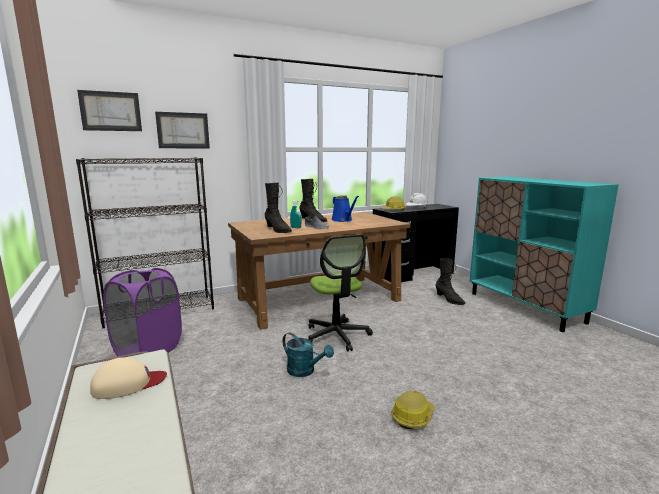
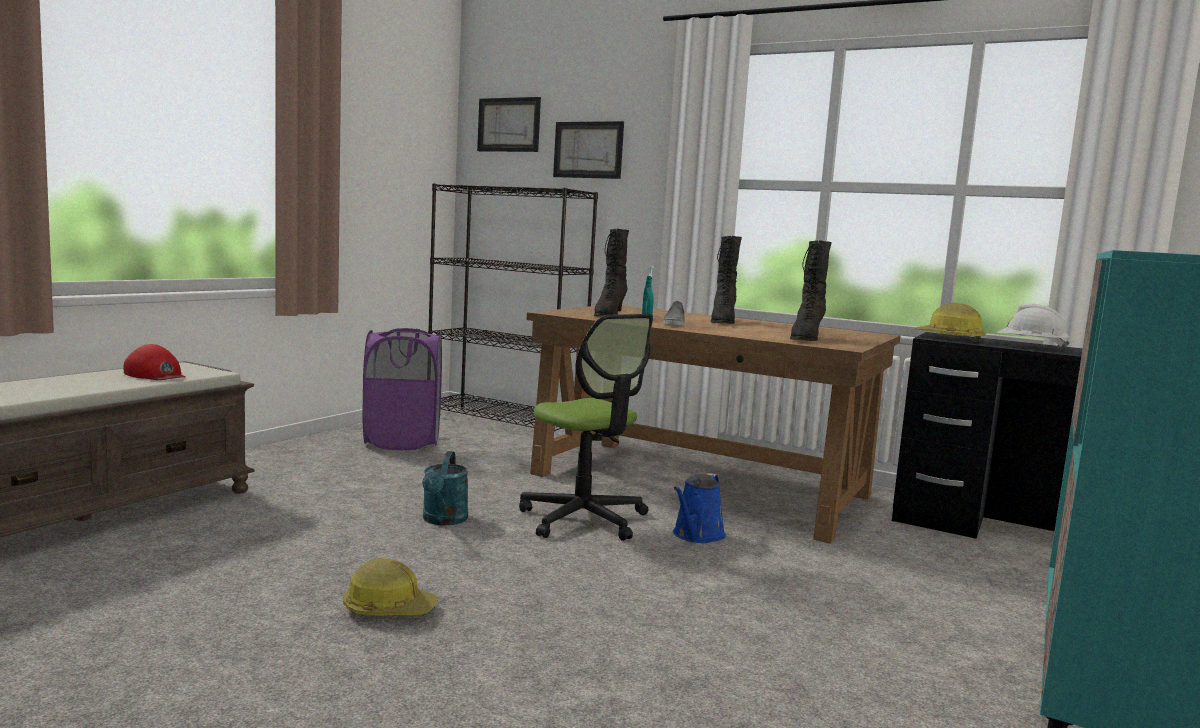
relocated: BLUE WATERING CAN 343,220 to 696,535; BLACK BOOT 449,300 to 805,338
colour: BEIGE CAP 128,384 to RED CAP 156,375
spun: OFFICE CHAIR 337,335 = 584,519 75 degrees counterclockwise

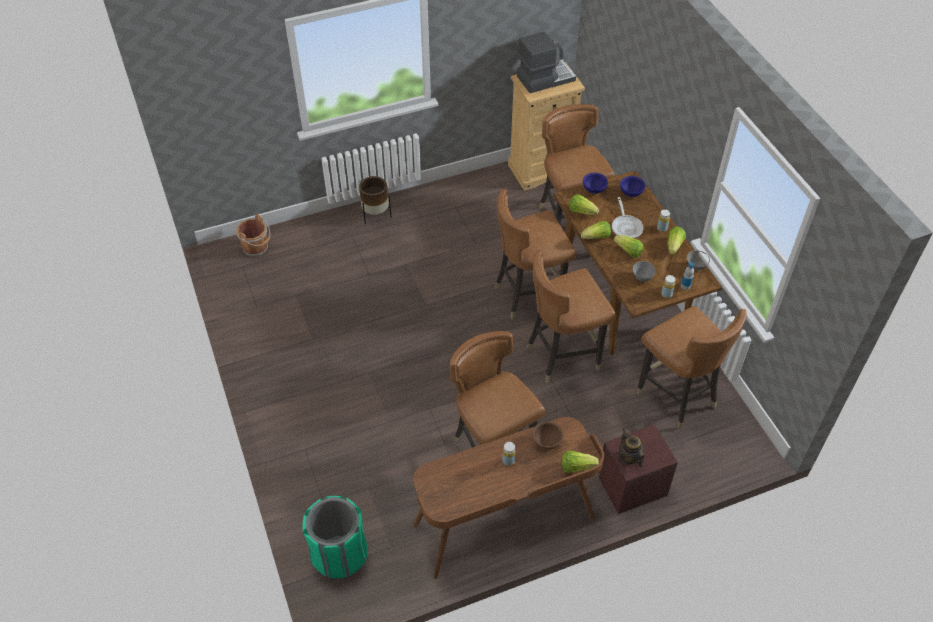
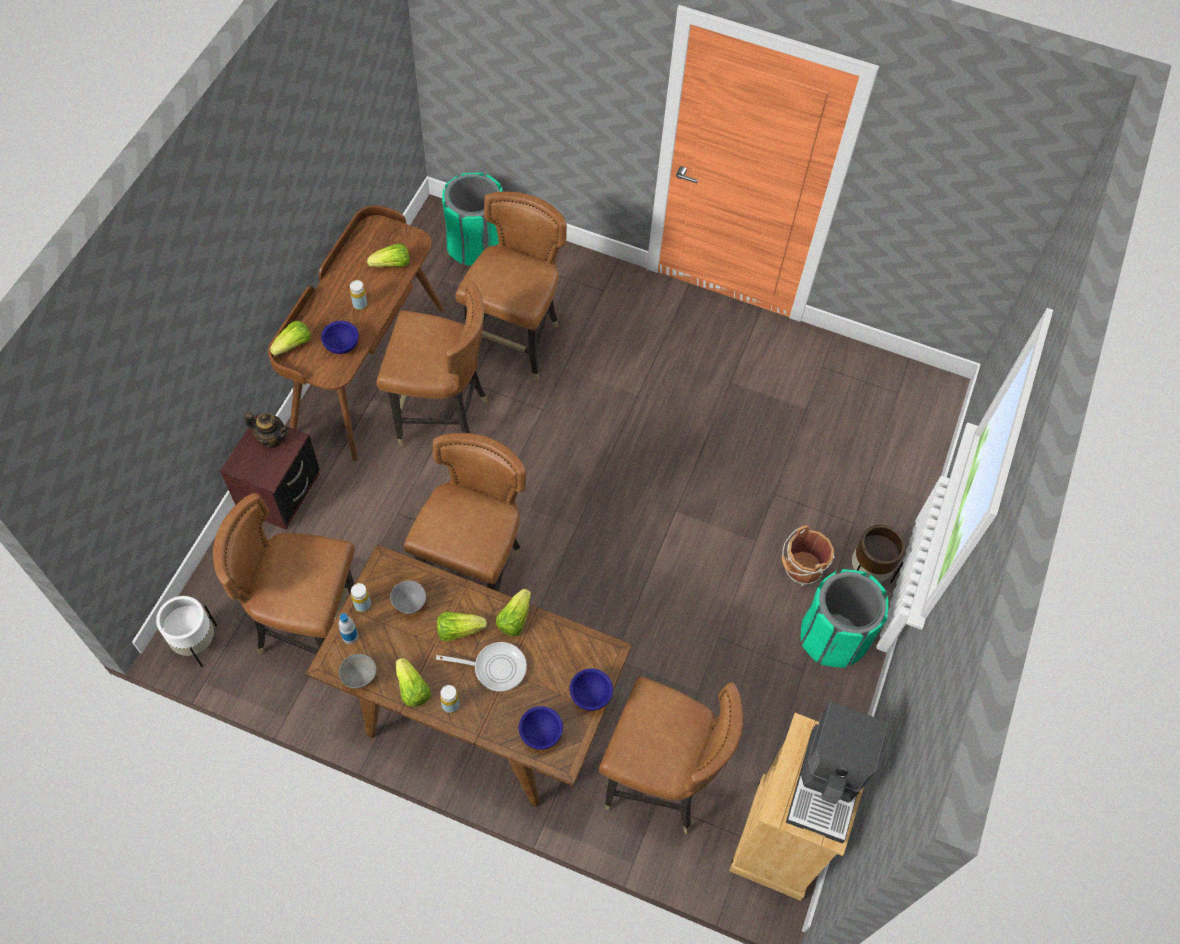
appeared: WHITE PLANTER 196,643; GREEN TRASH CAN 833,637
relocated: BROWN BUCKET 257,248 to 801,569; BROWN CHAIR 528,295 to 516,343; LETTUCE 581,211 to 392,265
colour: BROWN BOWL 546,441 to BLUE BOWL 342,346
spun: FRYING PAN 626,227 = 495,667 150 degrees clockwise

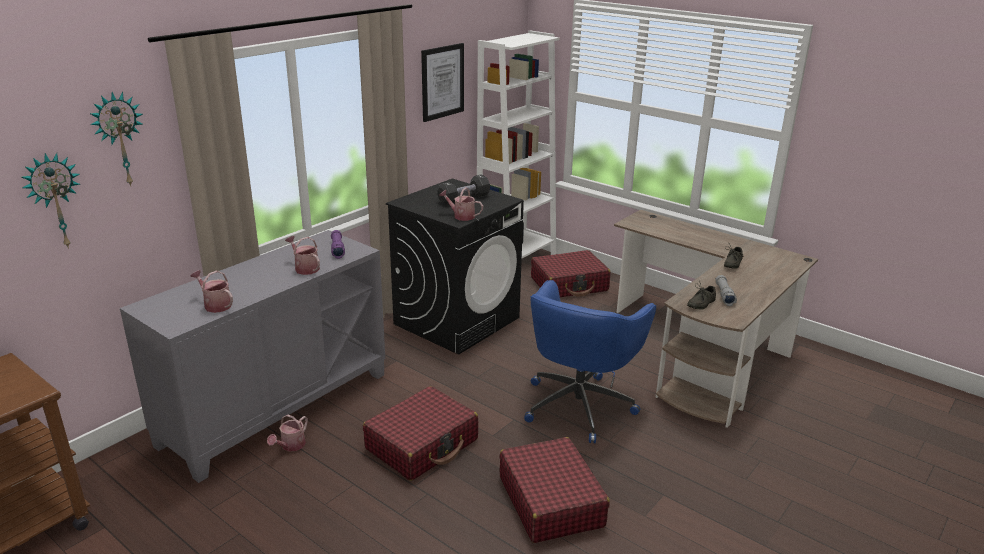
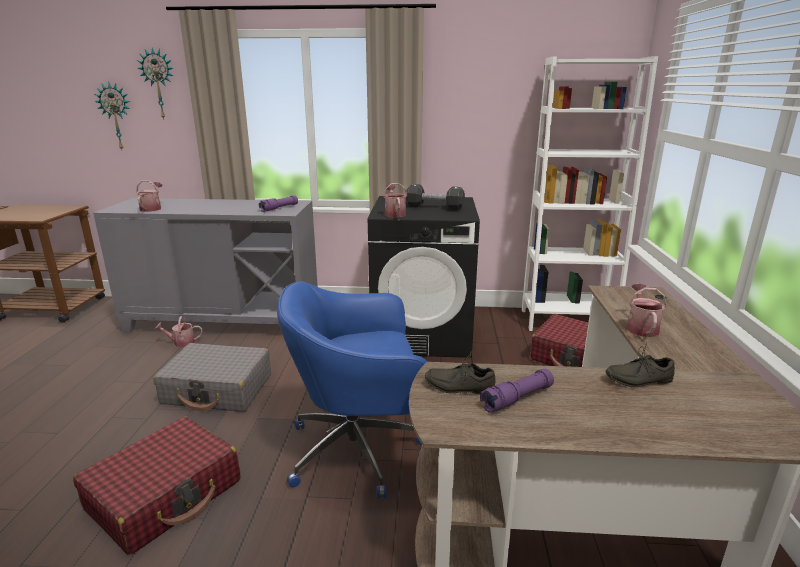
missing: PICTURE 442,82
relocated: WATERING CAN 305,268 to 641,327
colour: RED SUITCASE 422,444 to GREY SUITCASE 218,389; GREY FLASHLIGHT 724,295 to PURPLE FLASHLIGHT 517,398

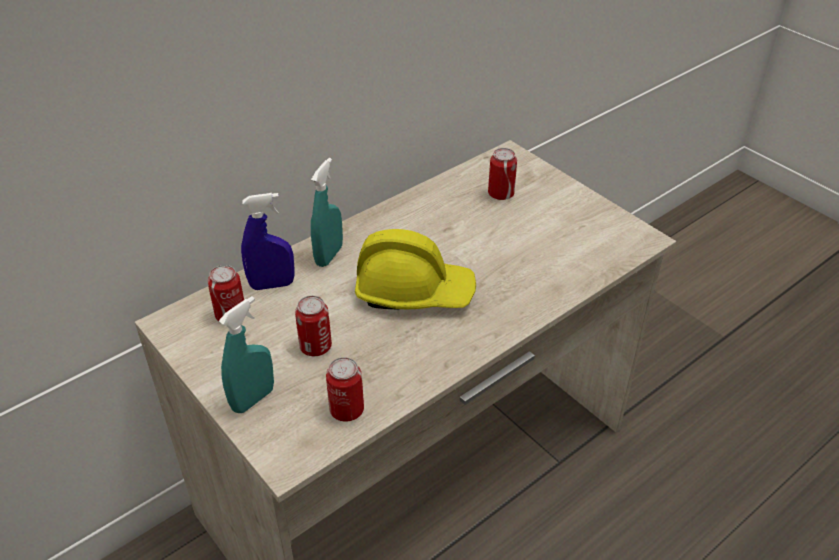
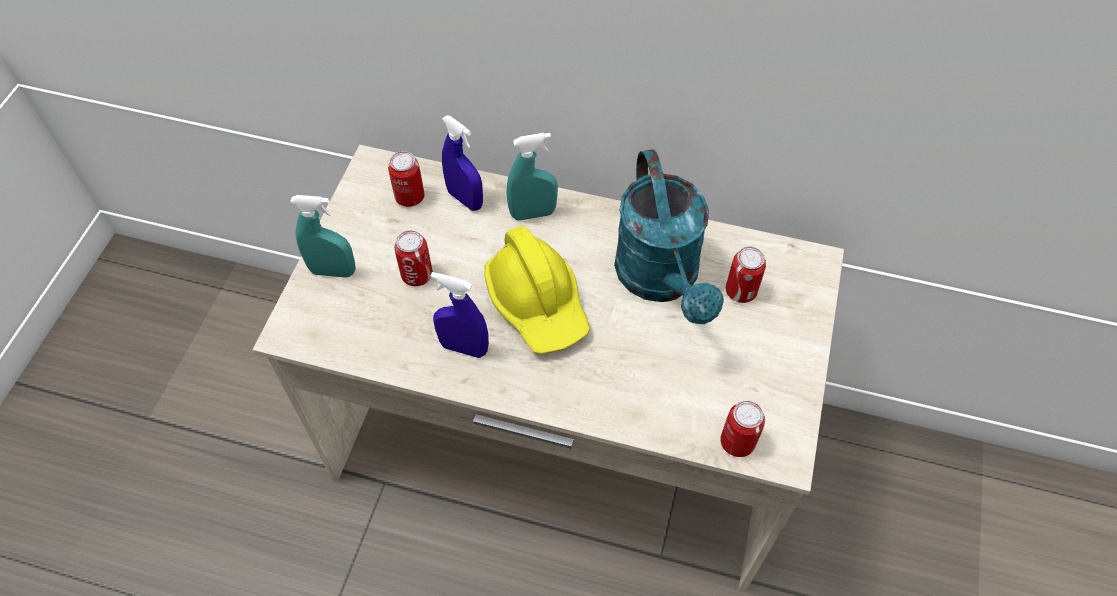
appeared: BLUE SPRAY BOTTLE 464,348; TURQUOISE WATERING CAN 662,280
relocated: CAN 346,410 to 737,442

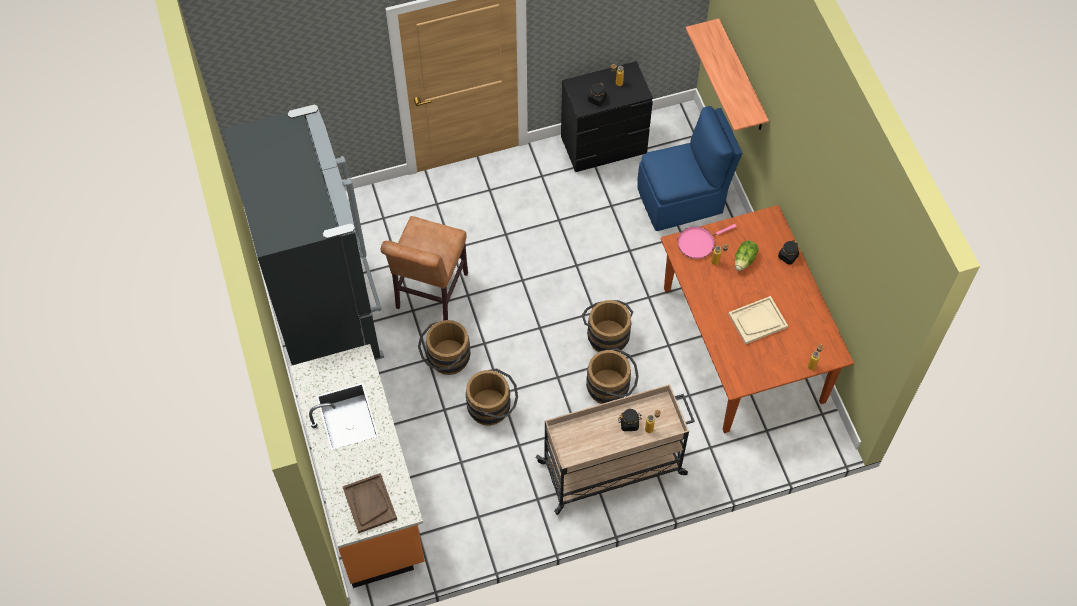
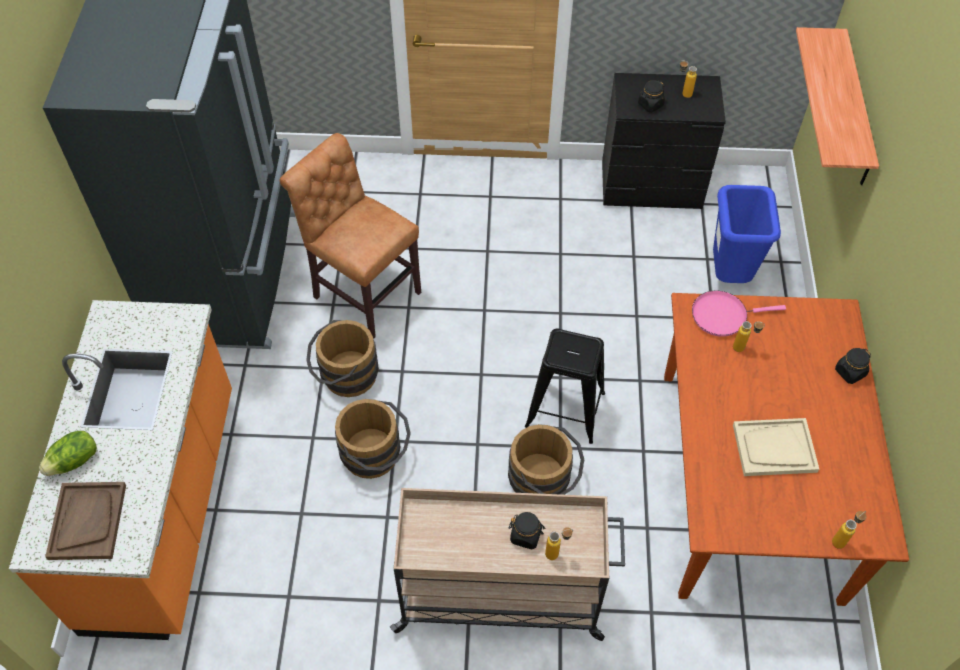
relocated: LETTUCE 745,260 to 74,461
exchanged: BROWN BUCKET 606,334 to BLACK STOOL 565,409; BLUE CHAIR 682,200 to BLUE TRASH CAN 728,276
spun: BROWN CHAIR 430,294 = 363,292 90 degrees clockwise

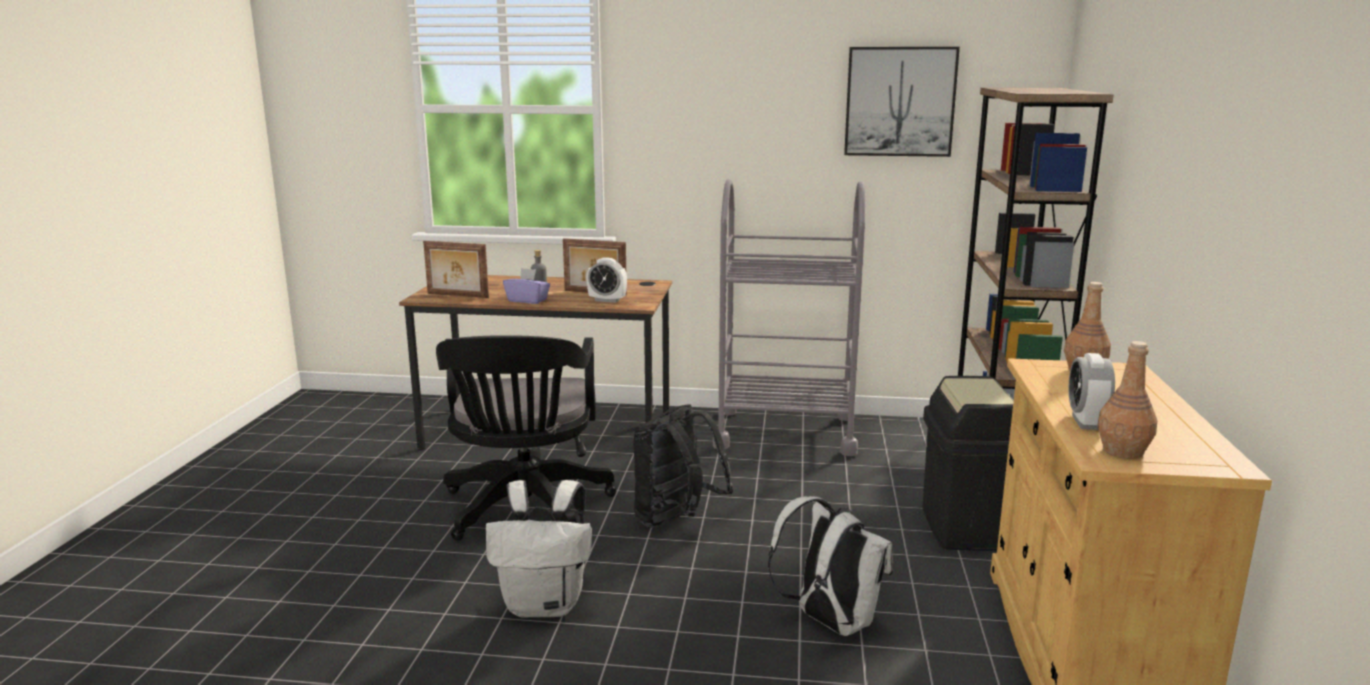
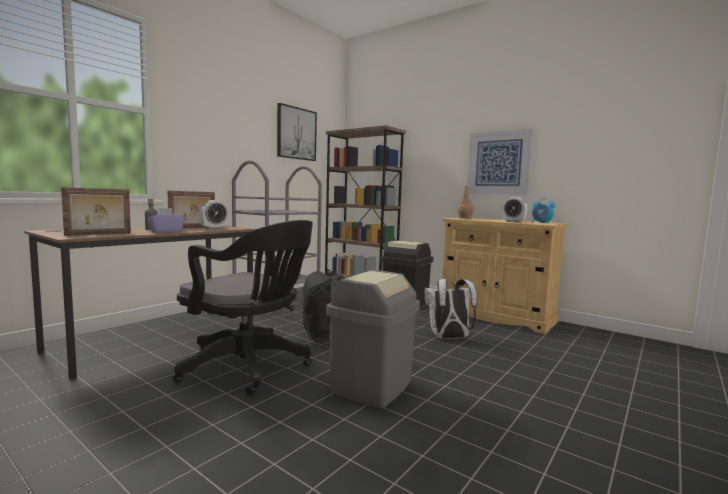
appeared: PICTURE 498,163
exchanged: WHITE BACKPACK 545,605 to GREY TRASH CAN 371,386; BROWN BOTTLE 1123,451 to ALARM CLOCK 541,223

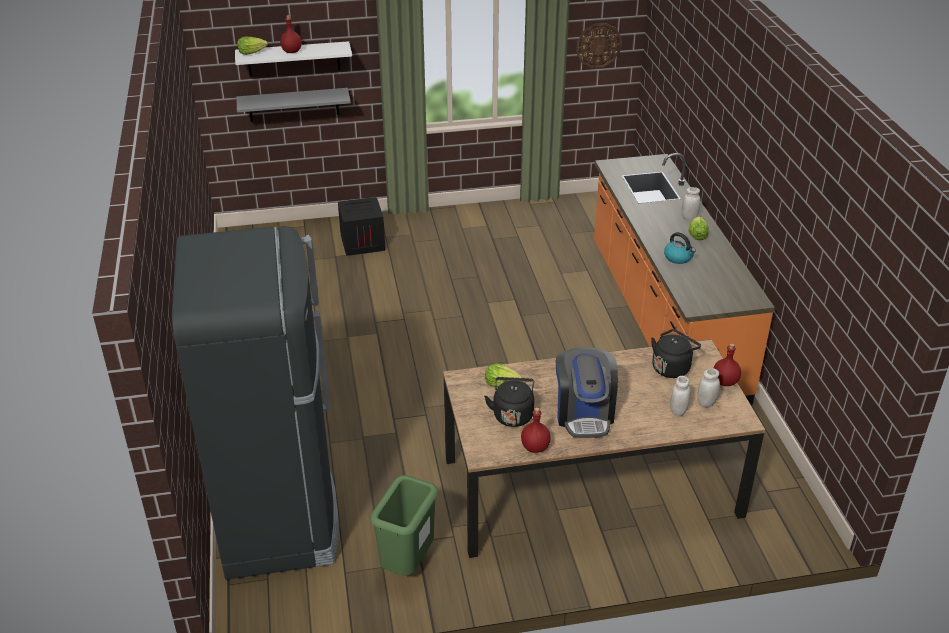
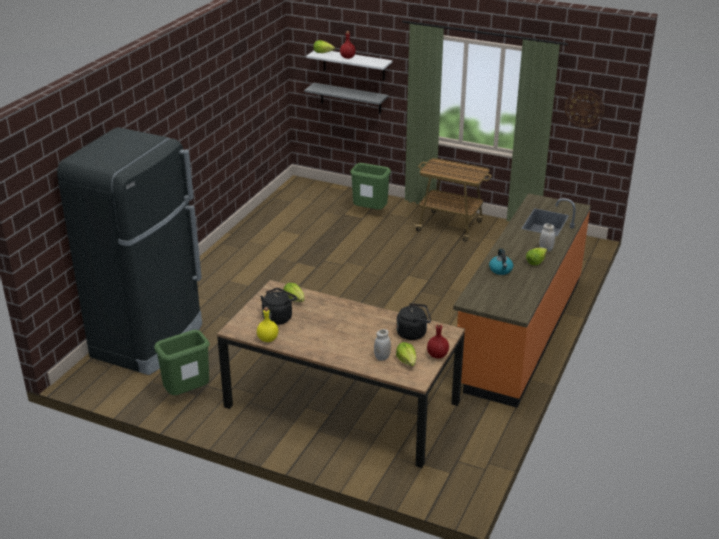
missing: COFFEE MACHINE 584,414
appeared: CART 450,226
exchanged: CRATE 363,242 to GREEN TRASH CAN 370,212; WHITE JAR 706,403 to LETTUCE 407,361
colour: RED BOTTLE 535,447 to YELLOW BOTTLE 268,339

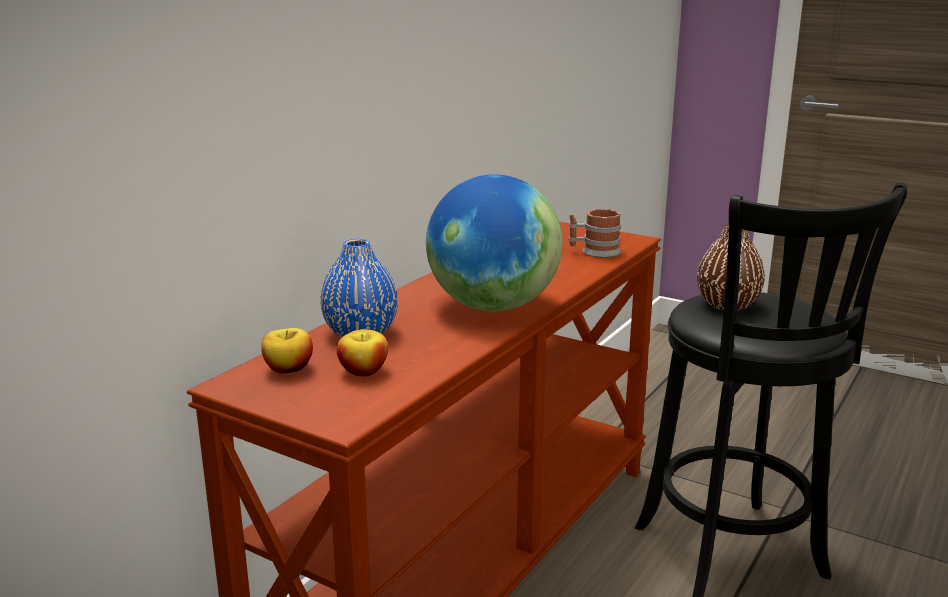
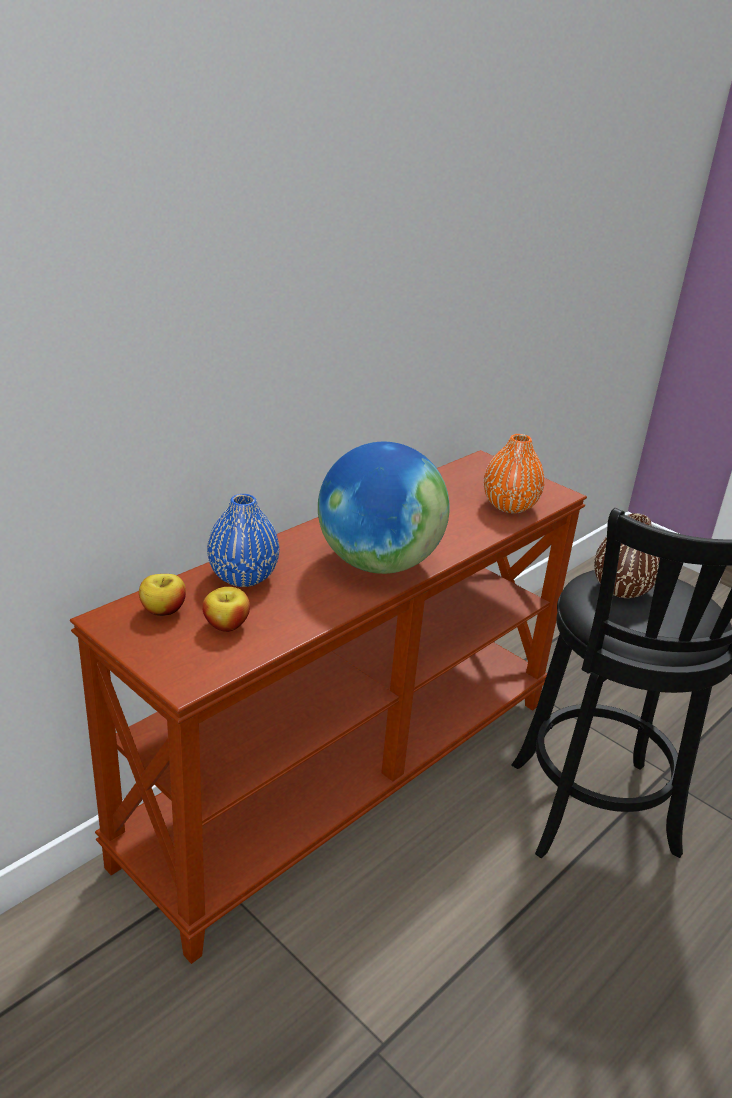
exchanged: MUG 594,252 to ORANGE VASE 509,506

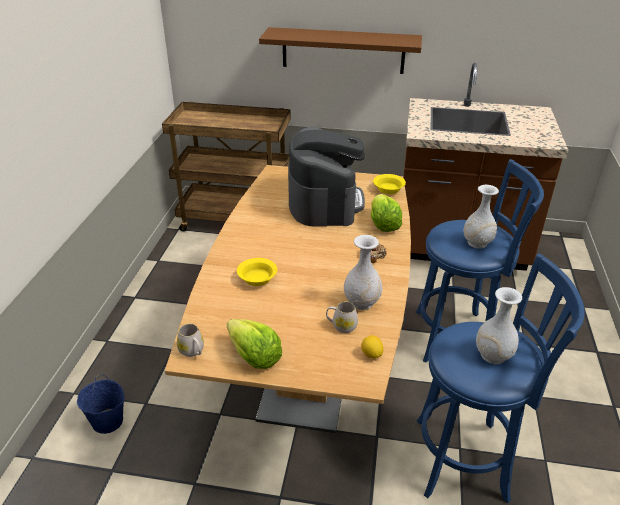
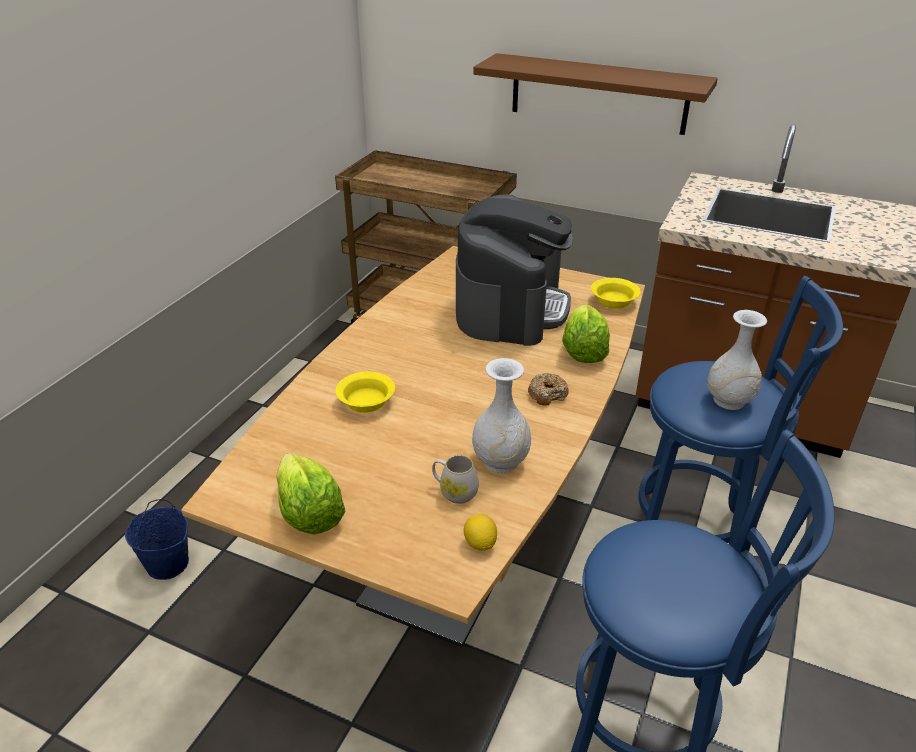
missing: WHITE MUG 193,351; WHITE VASE 493,355

